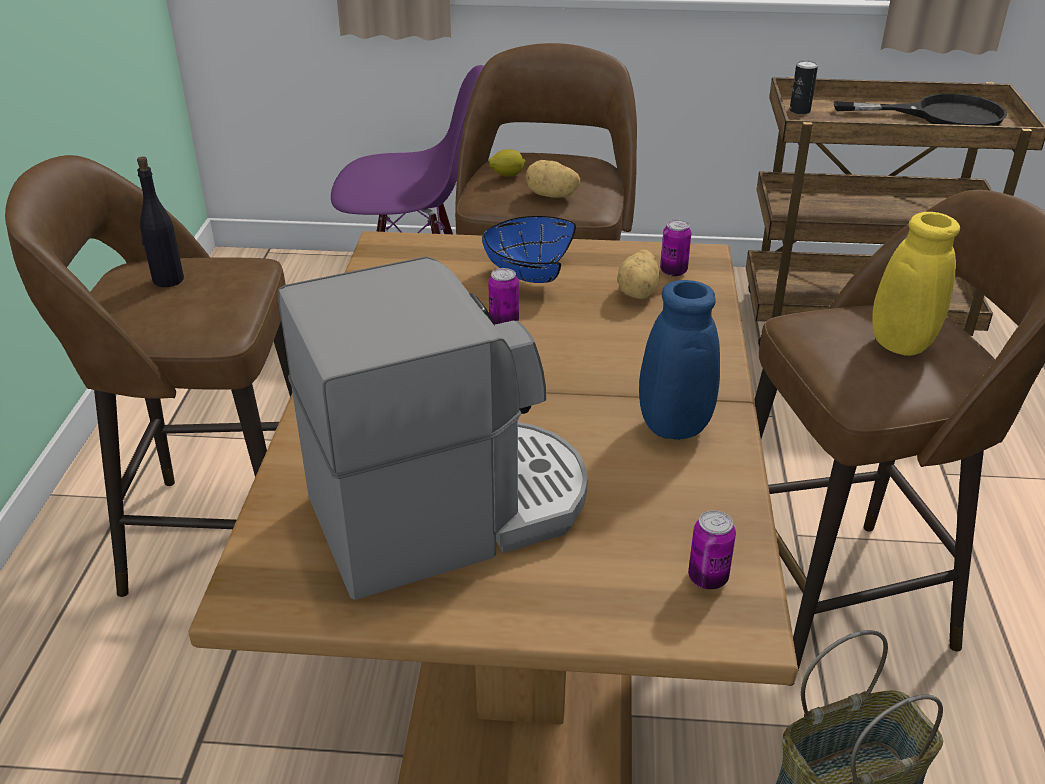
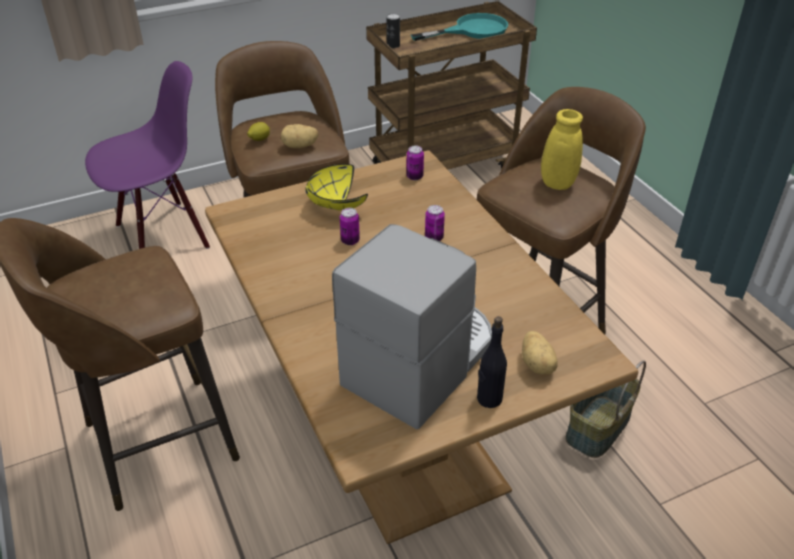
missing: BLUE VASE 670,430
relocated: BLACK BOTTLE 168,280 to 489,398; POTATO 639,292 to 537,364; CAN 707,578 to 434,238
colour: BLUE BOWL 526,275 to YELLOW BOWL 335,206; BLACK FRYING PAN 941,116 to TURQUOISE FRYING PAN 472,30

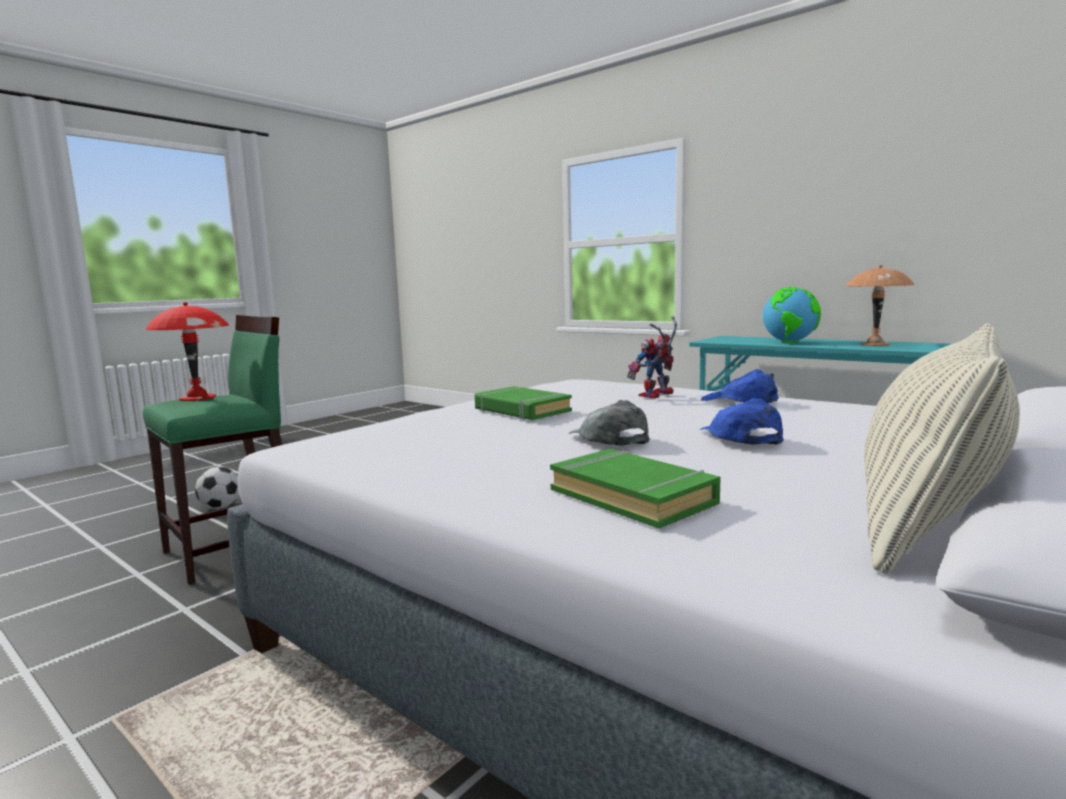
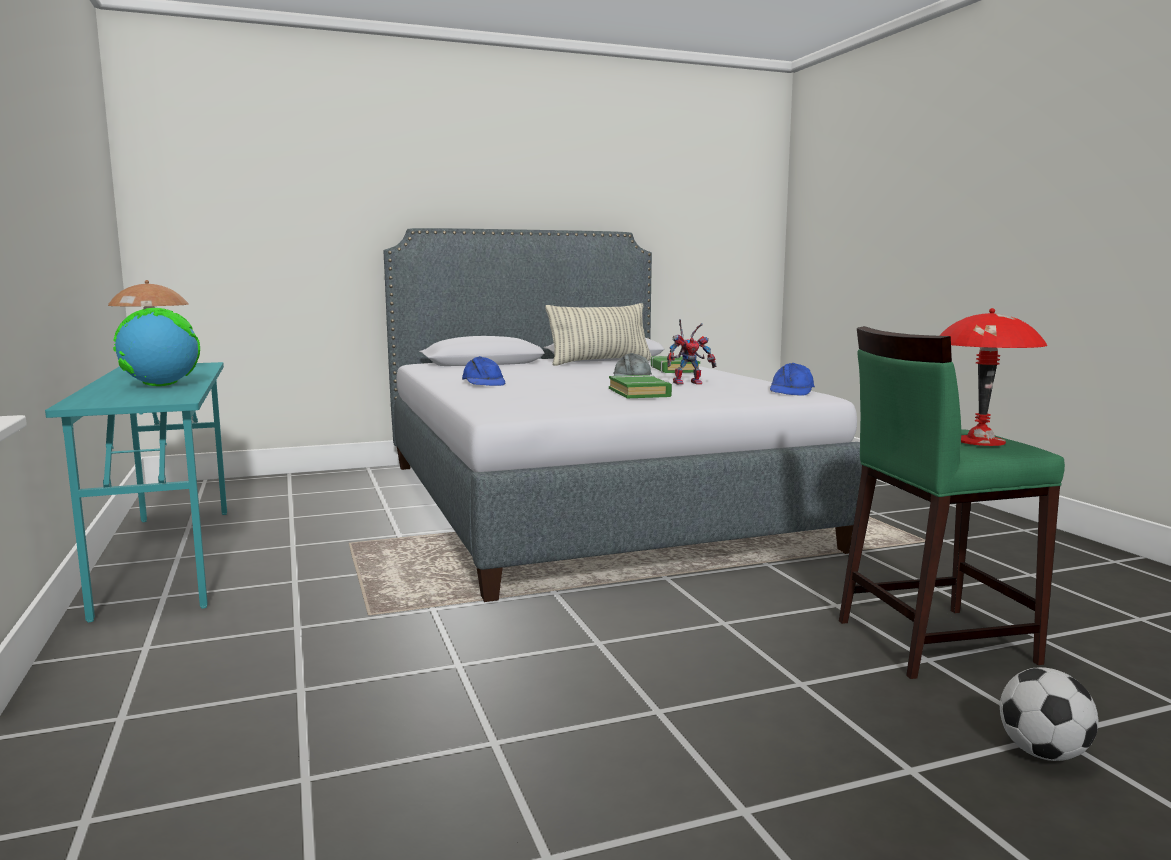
relocated: TOY ROBOT 656,395 to 689,383; BLUE CAP 740,436 to 791,391

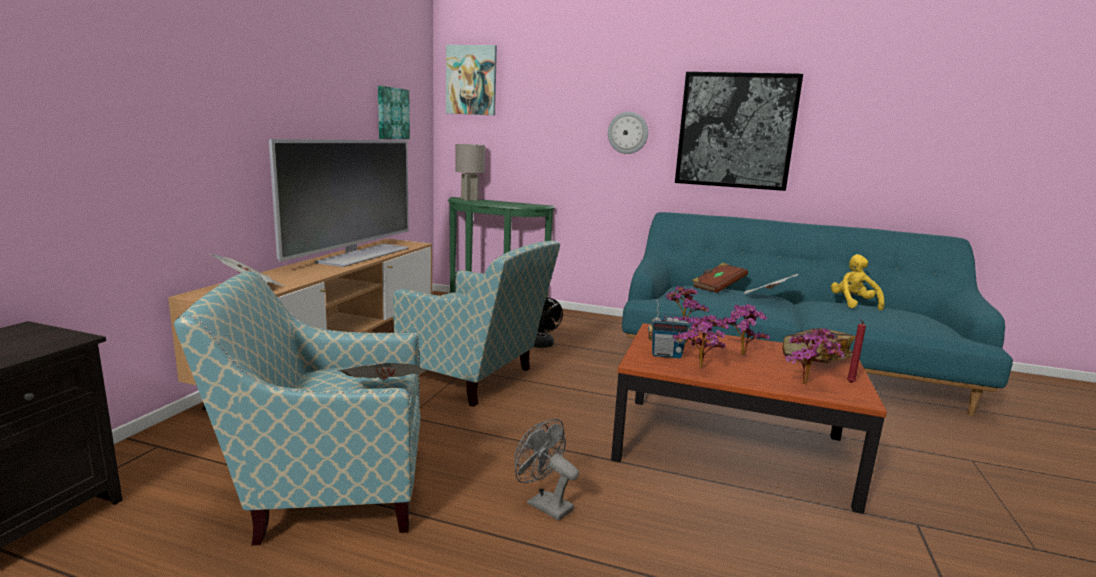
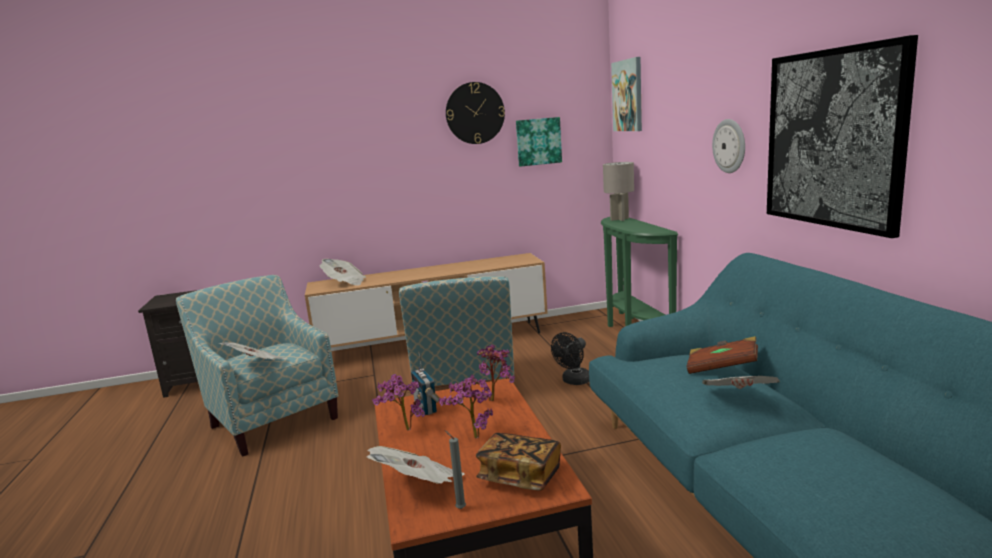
missing: TELEVISION 362,255; GREY FAN 544,504; YELLOW PLUSH TOY 853,304
appeared: WALL CLOCK 475,113
exchanged: POTTED PLANT 807,386 to NEWSPAPER 419,486
colour: RED CANDLE 849,383 to GREY CANDLE 459,508

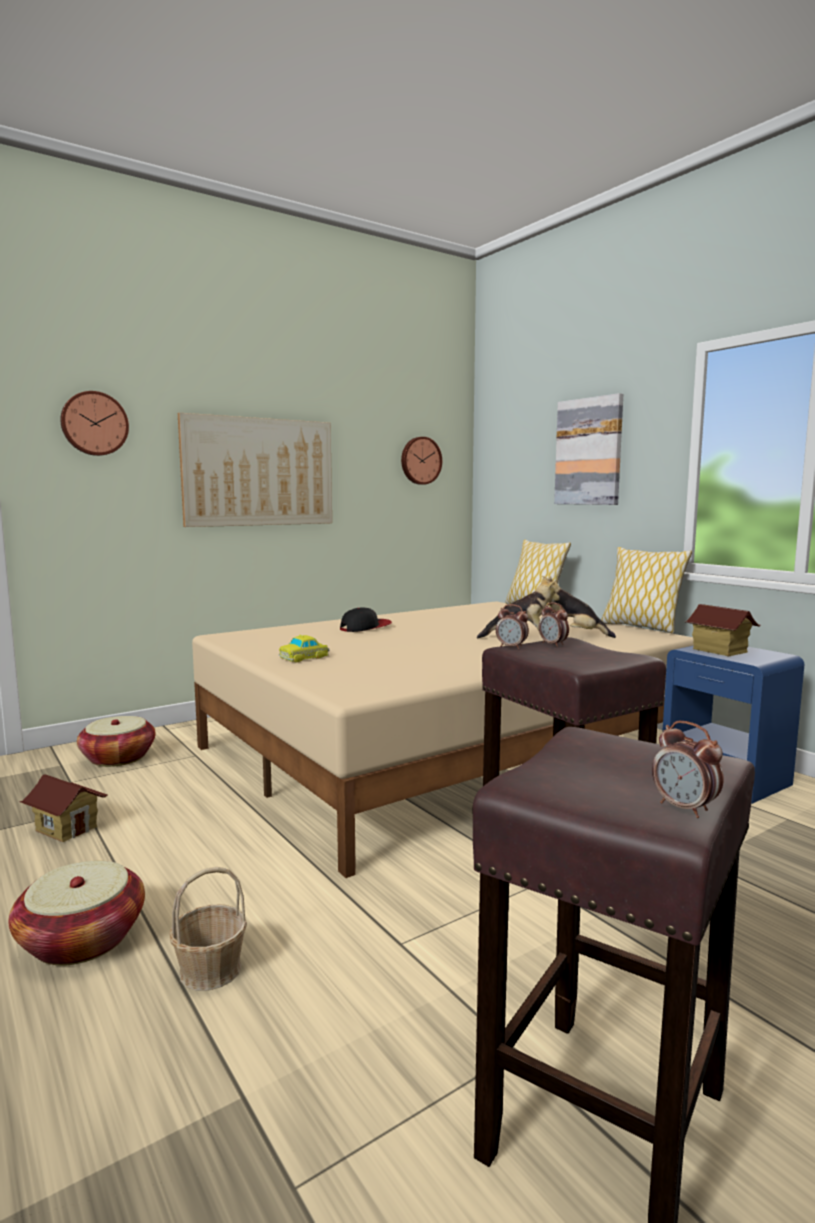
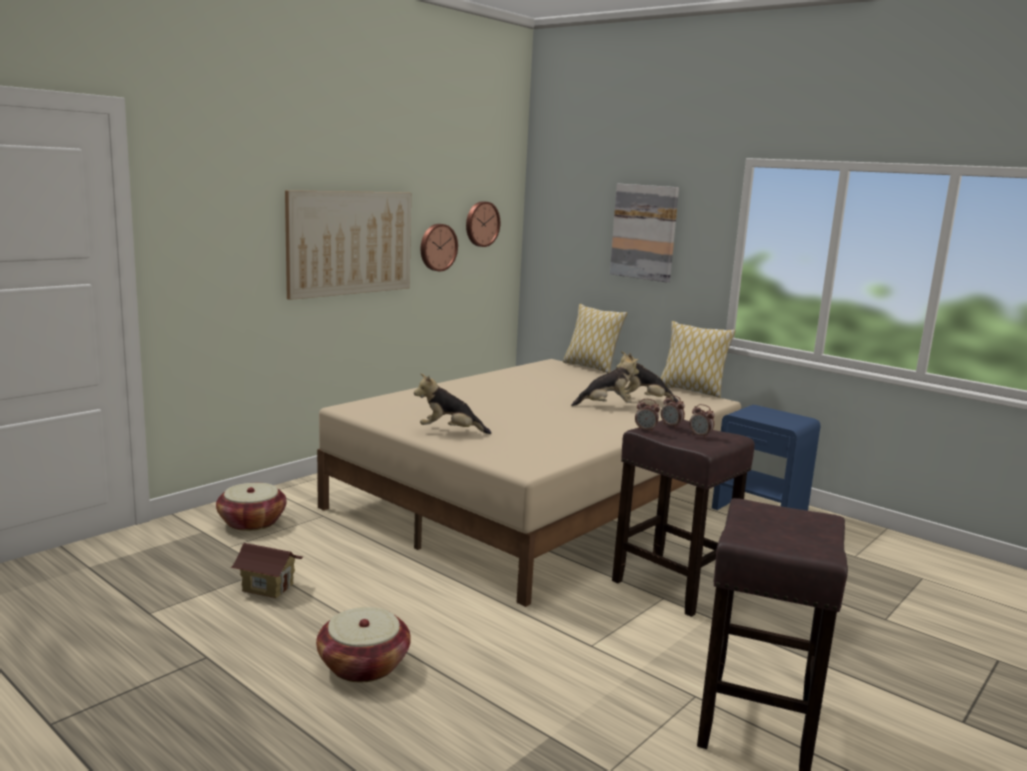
missing: BASKET 210,970; CAP 365,627; TOY HOUSE 719,651
relocated: WALL CLOCK 94,423 to 437,247; ALARM CLOCK 685,808 to 700,436
exchanged: TOY CAR 304,657 to PLUSH TOY 450,431

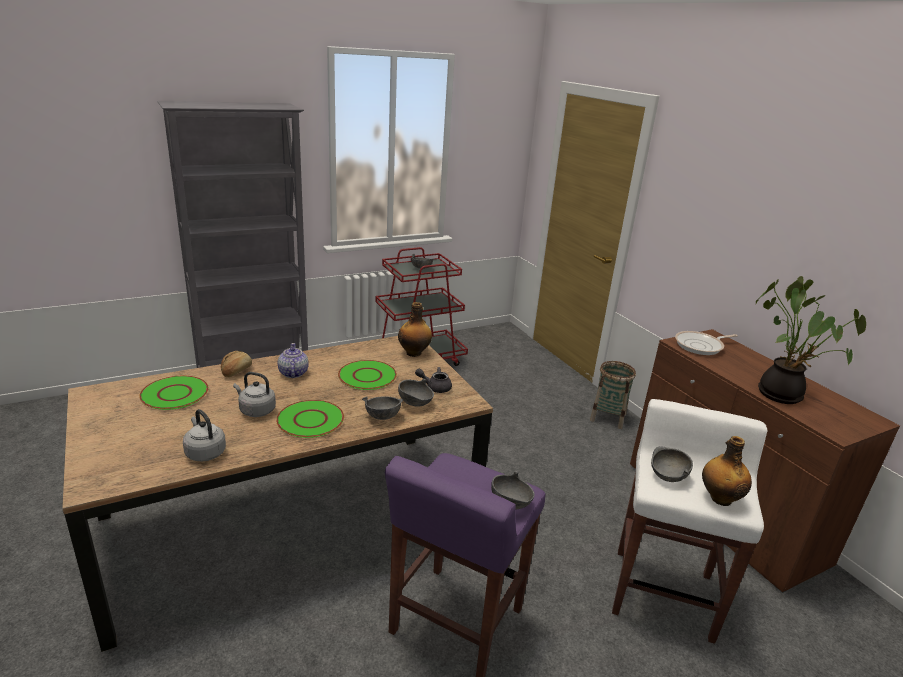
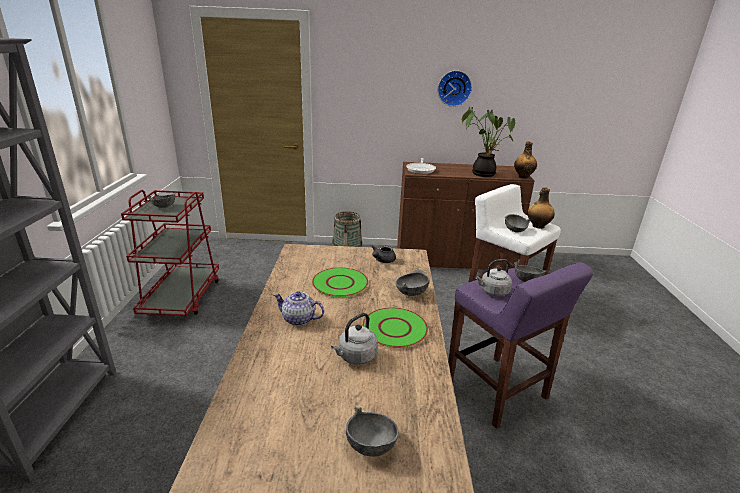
missing: GREEN PLATE 175,394; BREAD 236,371
appeared: WALL CLOCK 454,88
relocated: GREY KETTLE 205,452 to 493,292; BOTTLE 414,353 to 523,176; GREY BOWL 415,403 to 371,445

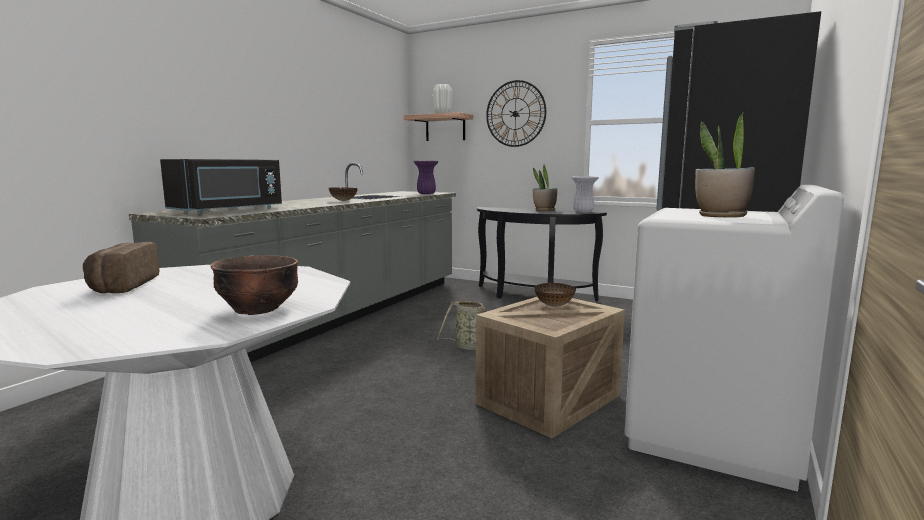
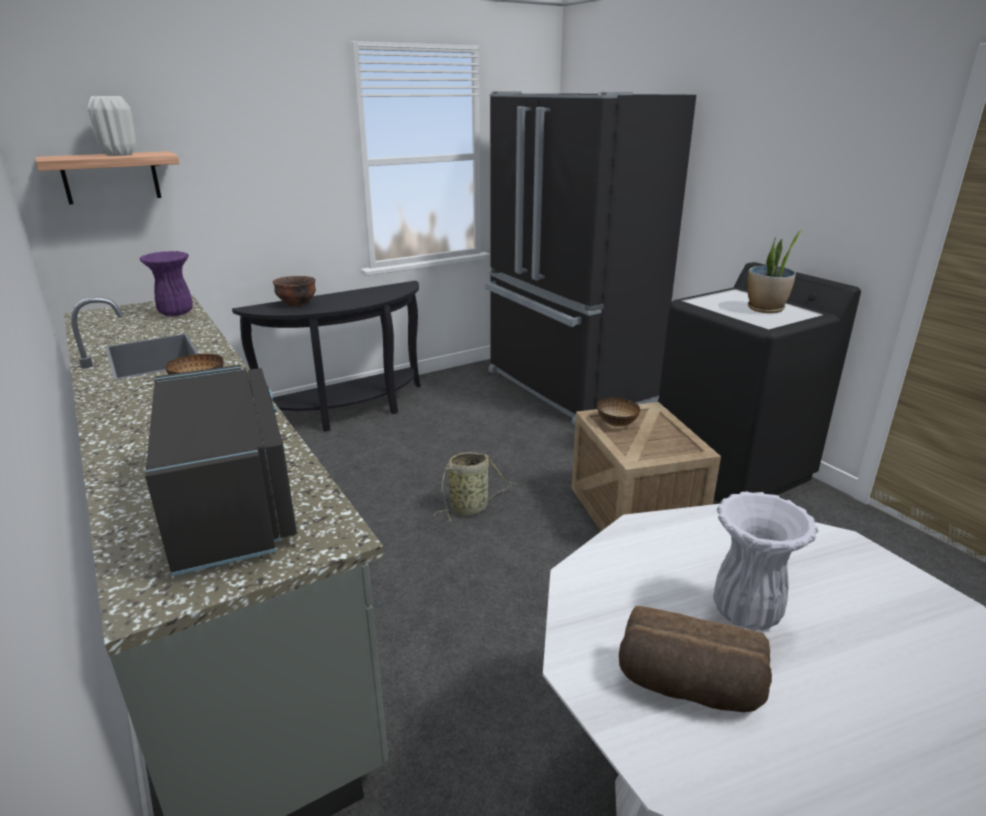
missing: WALL CLOCK 515,114; POTTED PLANT 544,210
relocated: BROWN BOWL 258,309 to 296,304; WHITE VASE 583,212 to 744,612
colour: WHITE WASHING MACHINE 711,434 to BLACK WASHING MACHINE 731,471

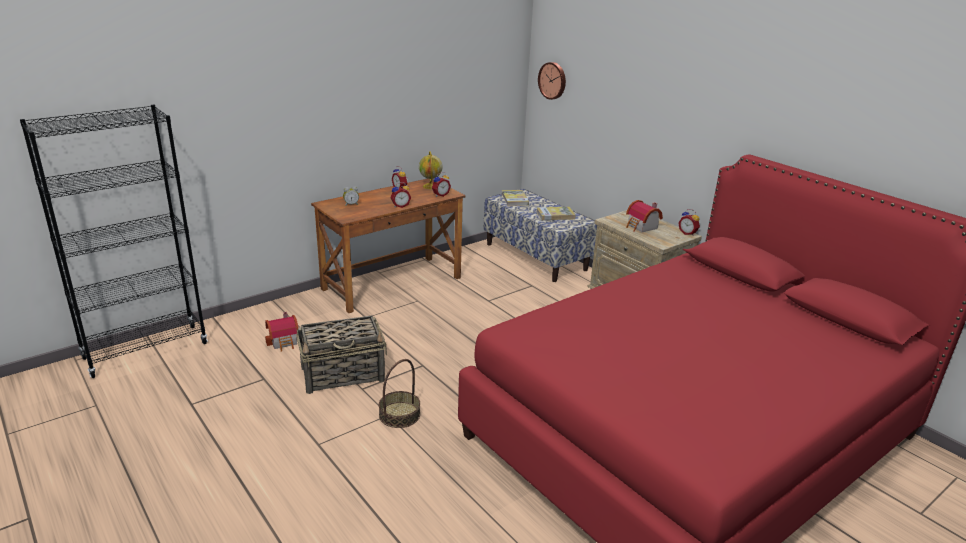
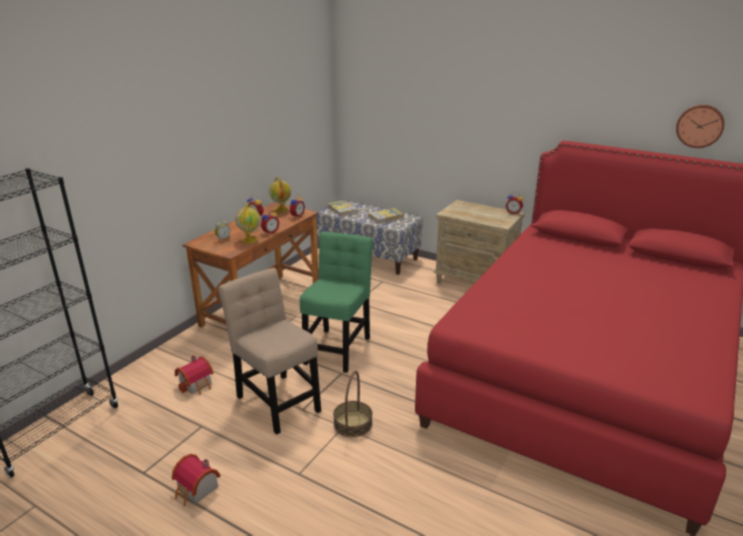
appeared: GLOBE 249,239; GREEN CHAIR 338,348
relocated: WALL CLOCK 553,80 to 700,126; TOY HOUSE 641,227 to 196,490
exchanged: BASKET 344,374 to BEIGE CHAIR 276,401

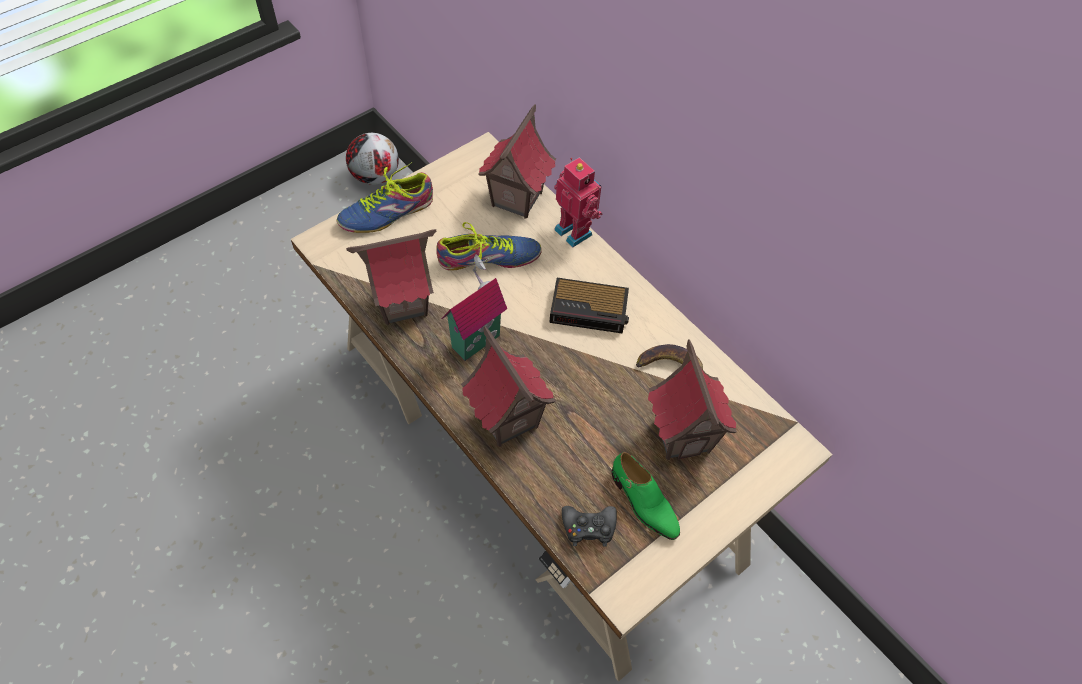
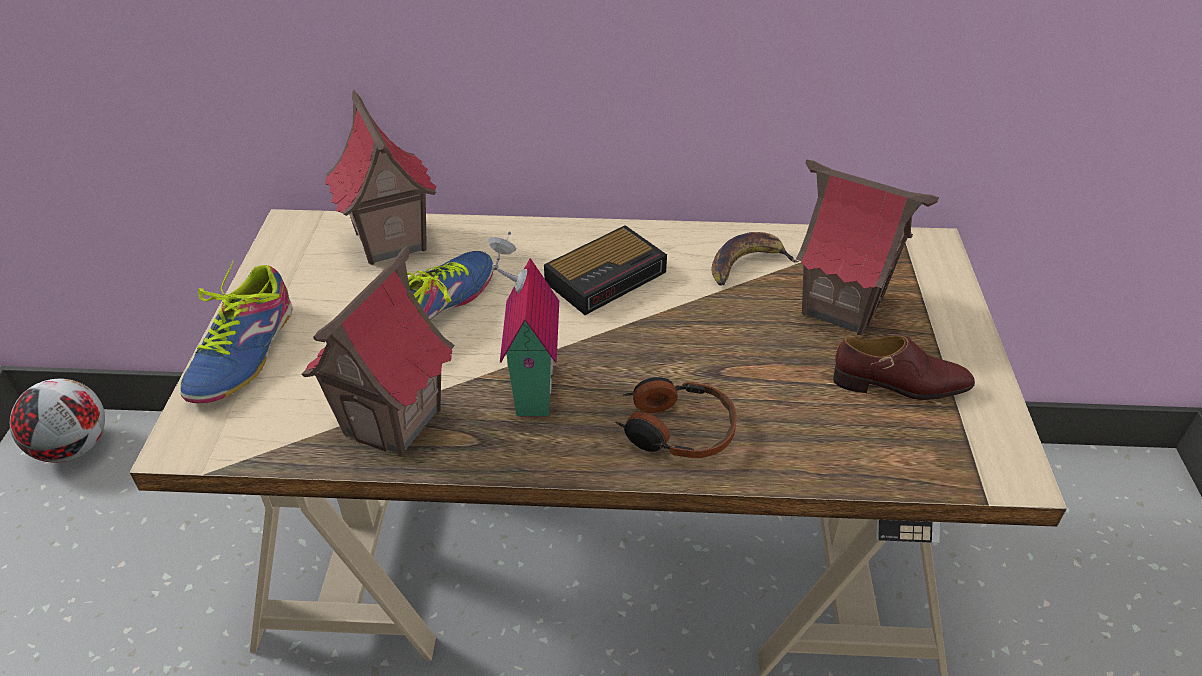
missing: TOY ROBOT 575,231; BLACK GAME CONTROLLER 589,527
exchanged: TOY HOUSE 507,420 to HEADPHONES 675,430
colour: GREEN SHOE 643,503 to BROWN SHOE 900,385

